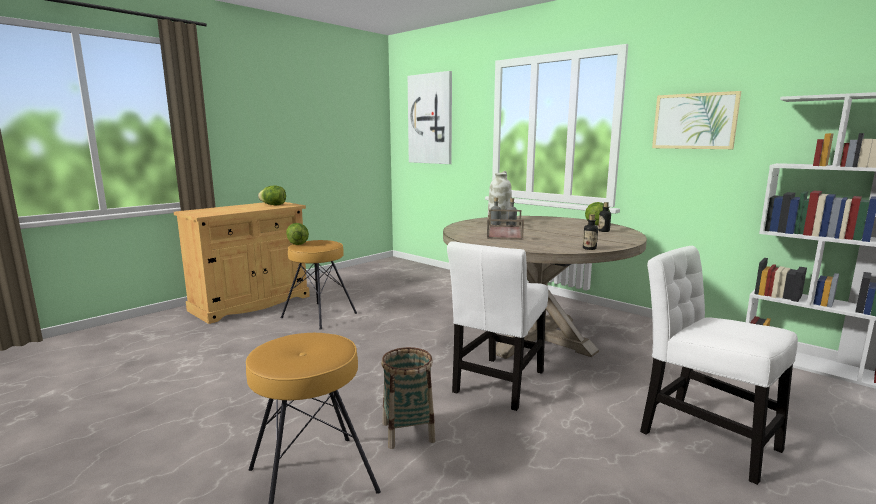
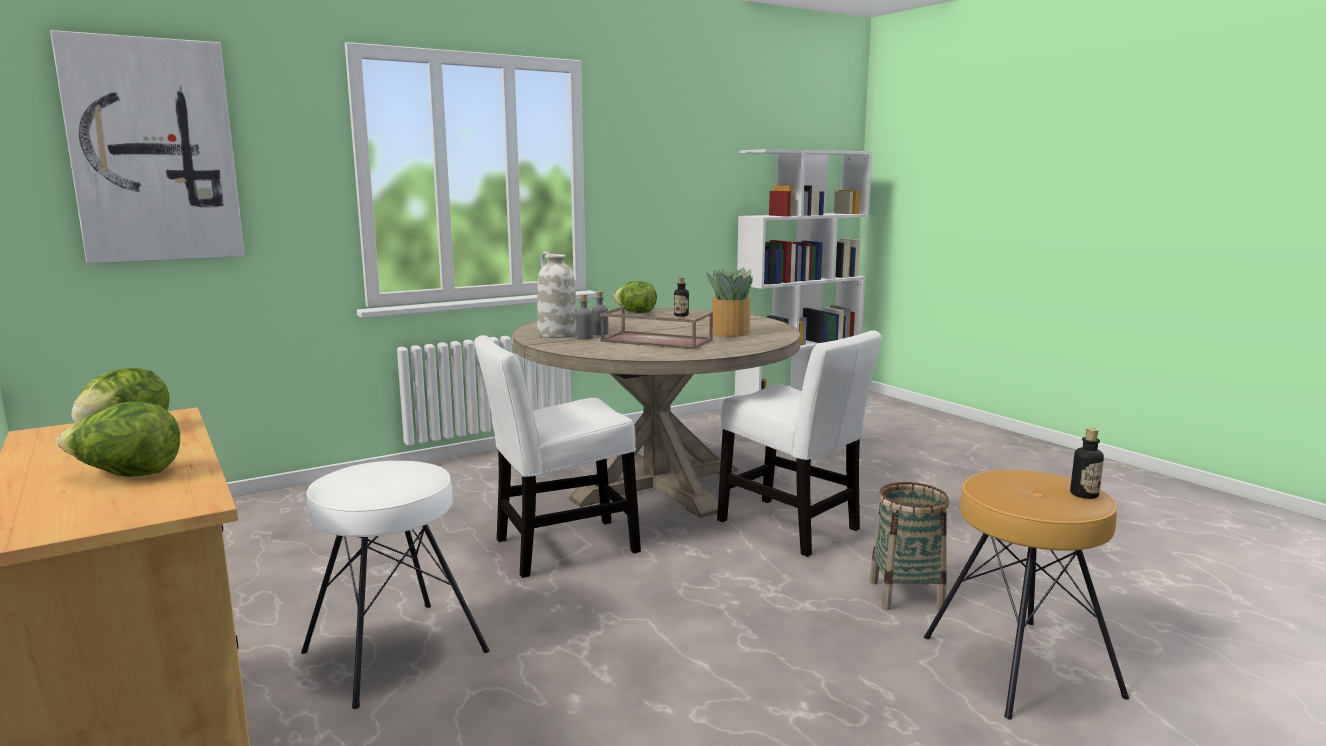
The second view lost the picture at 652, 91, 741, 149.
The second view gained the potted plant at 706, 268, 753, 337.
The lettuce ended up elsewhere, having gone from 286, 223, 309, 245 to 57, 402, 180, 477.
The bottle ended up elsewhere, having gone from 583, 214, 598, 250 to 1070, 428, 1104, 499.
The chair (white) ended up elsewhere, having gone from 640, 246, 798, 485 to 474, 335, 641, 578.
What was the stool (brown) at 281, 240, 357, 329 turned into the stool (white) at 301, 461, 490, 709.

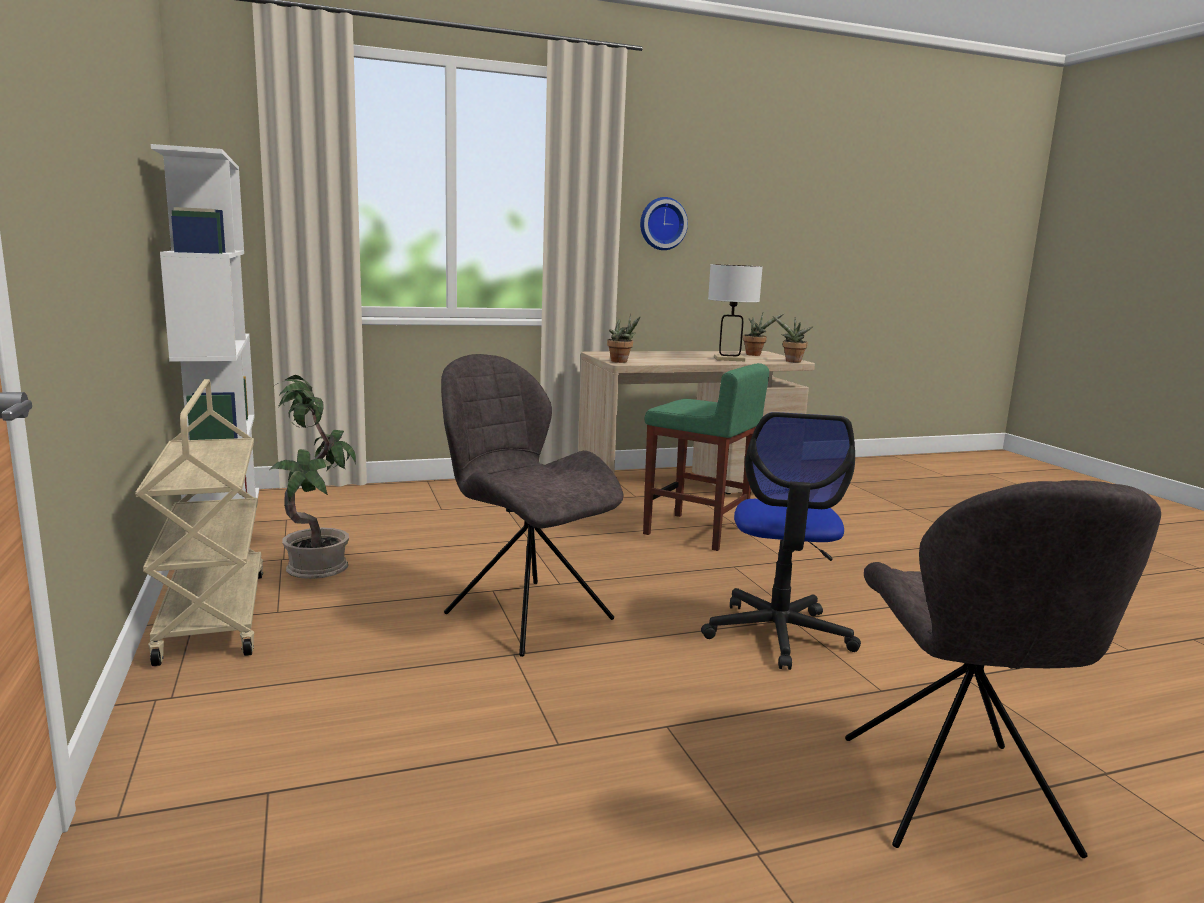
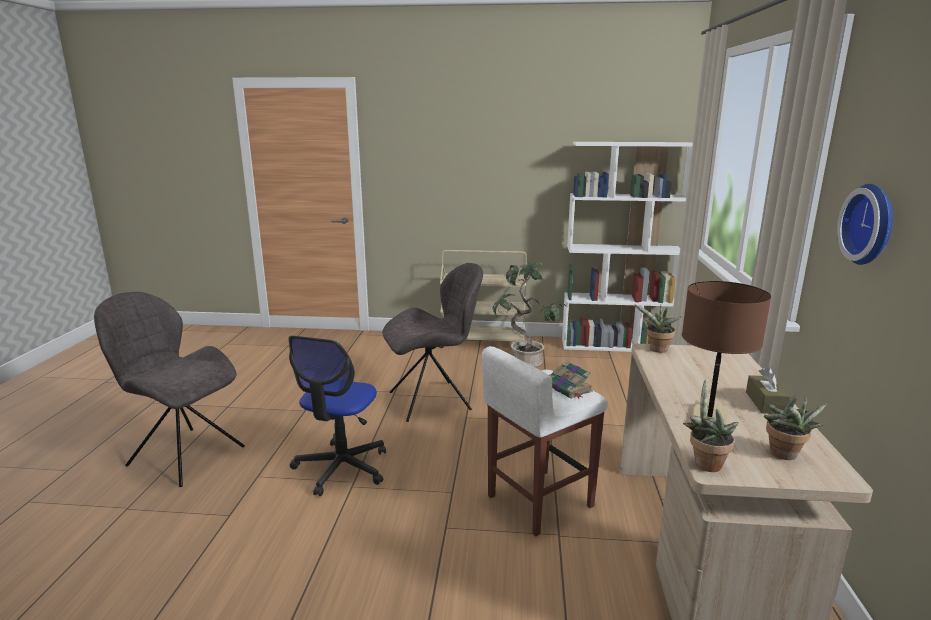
The second view gained the book at 549, 360, 593, 399.
The second view gained the tissue box (brown) at 746, 367, 791, 414.
What was the stool (green) at 643, 363, 769, 551 turned into the stool (white) at 482, 346, 608, 536.
What was the table lamp (white) at 708, 264, 762, 361 turned into the table lamp (brown) at 682, 281, 771, 425.
The office chair at 701, 412, 861, 670 ended up facing another way, 105 degrees counterclockwise from before.

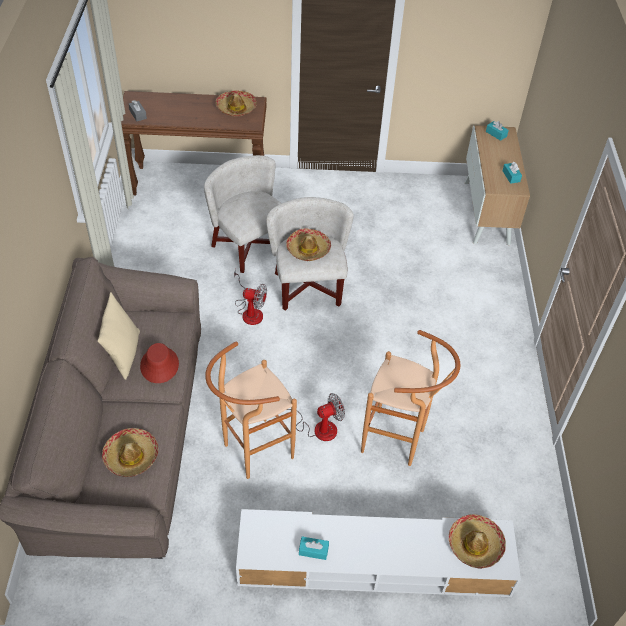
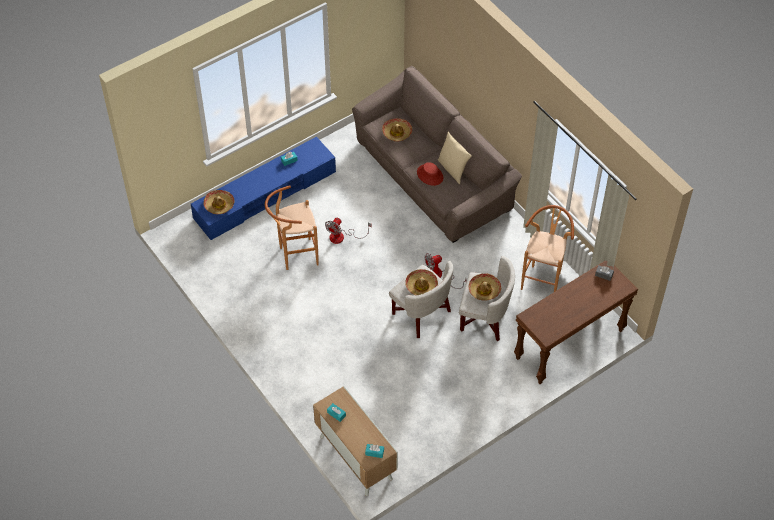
The stool (brown) ended up elsewhere, having gone from 205, 342, 297, 479 to 521, 205, 574, 292.
The hat ended up elsewhere, having gone from 216, 90, 257, 116 to 469, 273, 501, 301.
What was the tv stand (white) at 236, 509, 521, 598 turned into the tv stand (blue) at 191, 137, 336, 240.

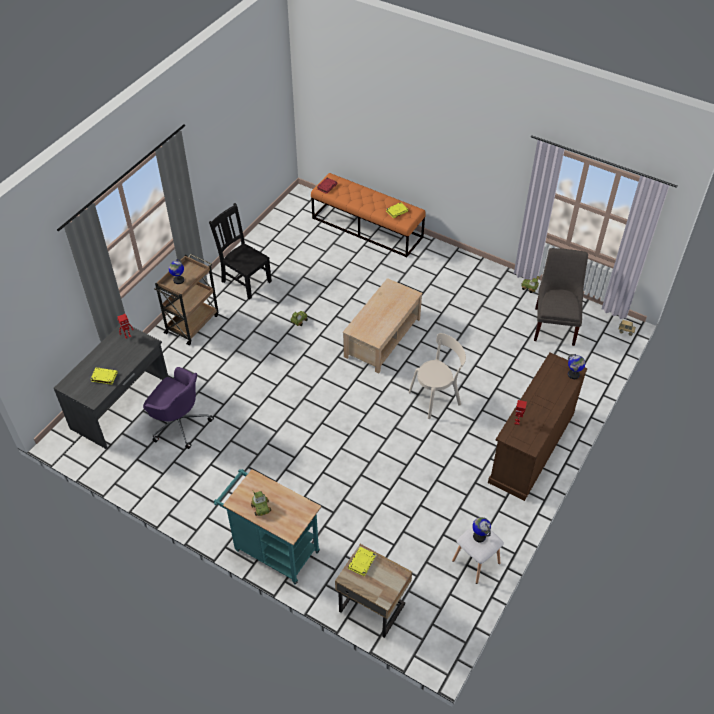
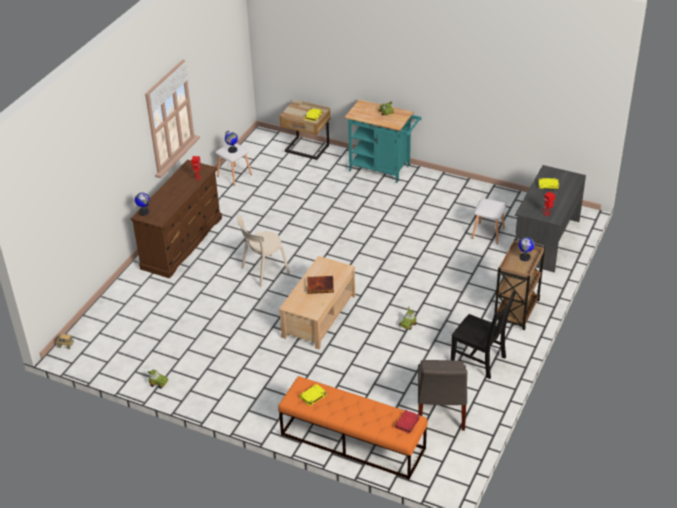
The second view gained the book at 307, 276, 334, 294.
The chair (grey) ended up elsewhere, having gone from 534, 248, 588, 346 to 418, 360, 467, 431.
Where the office chair (purple) stood at 143, 367, 214, 449, the stool (white) came to stand at 472, 198, 506, 244.

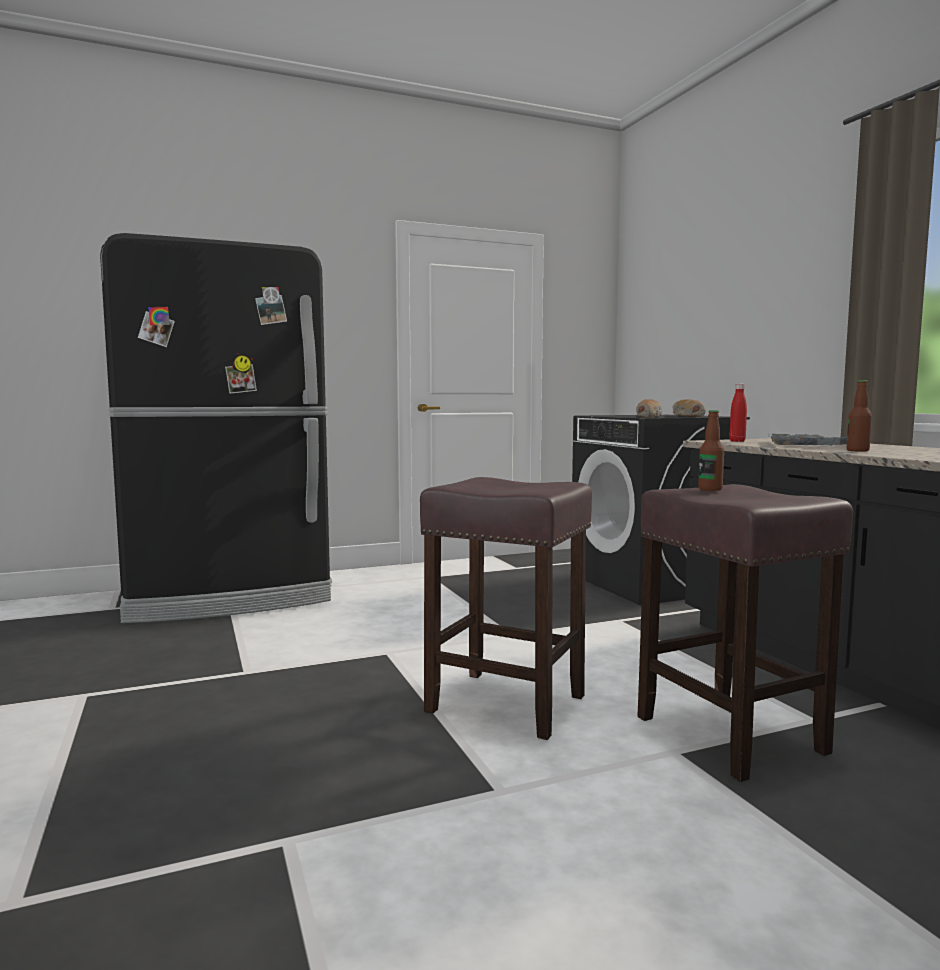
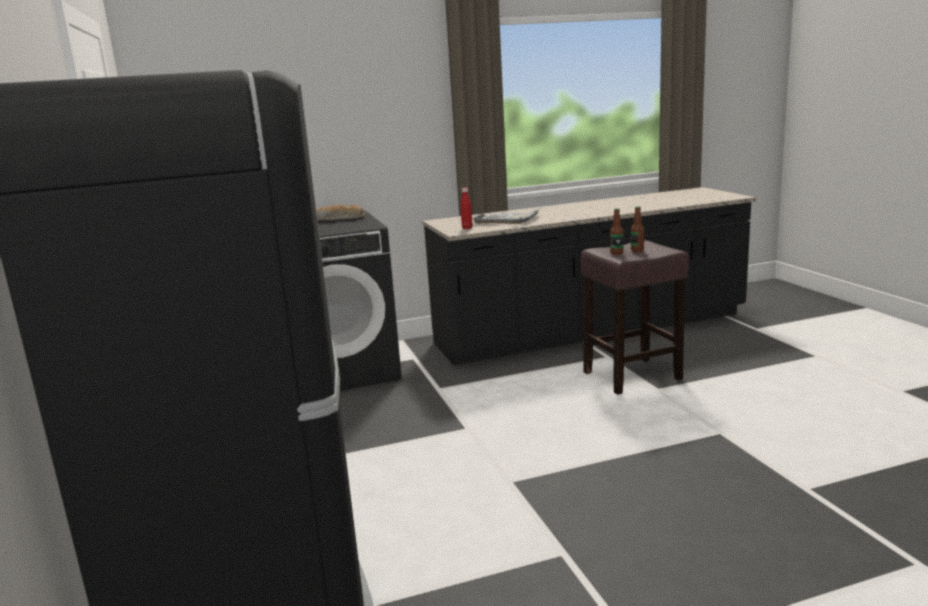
The second view lost the stool (brown) at 420, 477, 592, 740.
The second view lost the bread at 636, 399, 662, 418.
The bottle ended up elsewhere, having gone from 847, 380, 872, 452 to 631, 207, 644, 252.

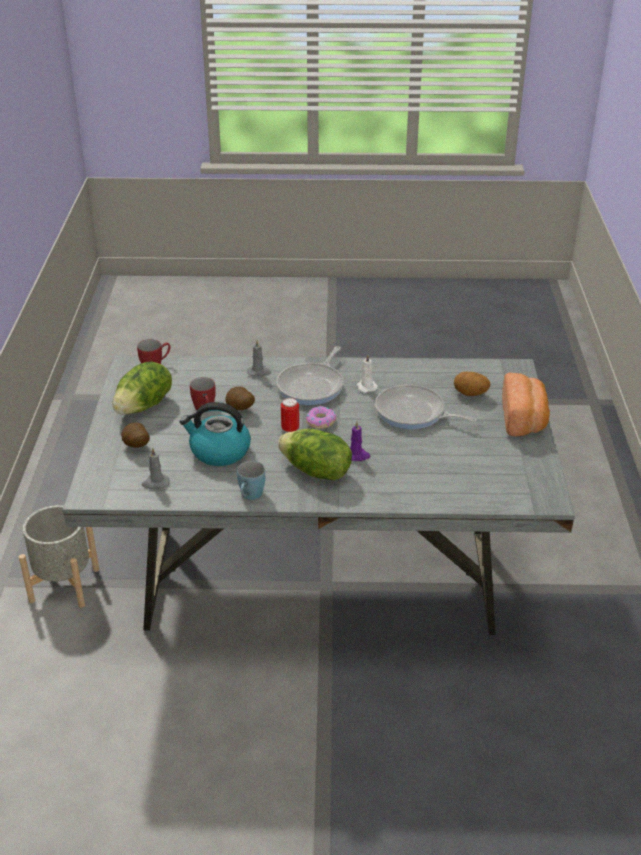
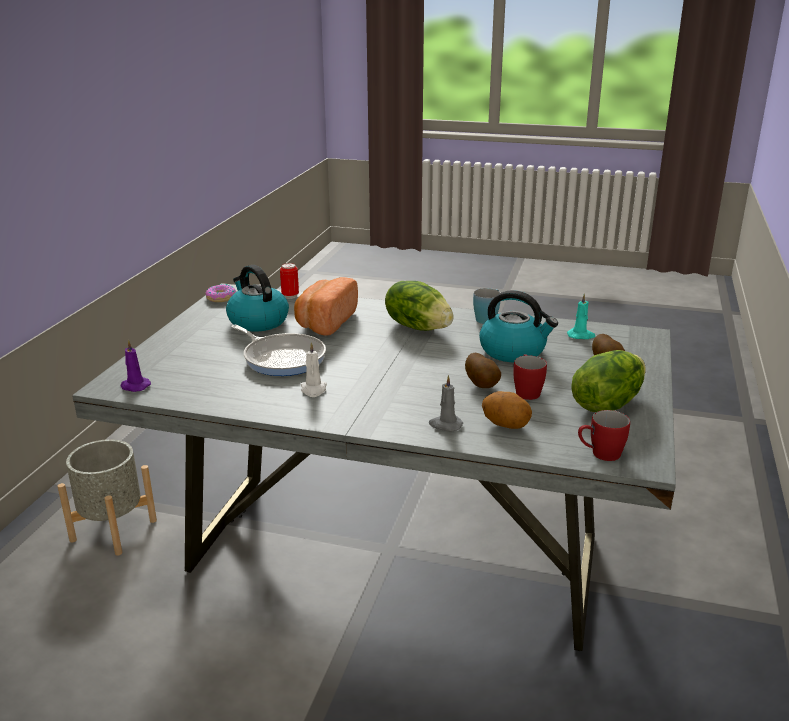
The second view lost the frying pan at 276, 346, 344, 405.
The second view gained the kettle at 226, 265, 289, 332.
The planter (grey) ended up elsewhere, having gone from 19, 505, 99, 608 to 58, 439, 157, 556.
The can ended up elsewhere, having gone from 281, 398, 299, 433 to 280, 263, 299, 299.
The donut ended up elsewhere, having gone from 306, 406, 337, 429 to 205, 284, 236, 302.
The candle (purple) ended up elsewhere, having gone from 350, 421, 371, 461 to 120, 340, 151, 392.
The potato ended up elsewhere, having gone from 454, 372, 490, 396 to 482, 391, 532, 429.
The bread ended up elsewhere, having gone from 502, 373, 550, 436 to 294, 277, 358, 336.
What was the candle (grey) at 142, 447, 169, 489 turned into the candle (turquoise) at 567, 293, 595, 339.

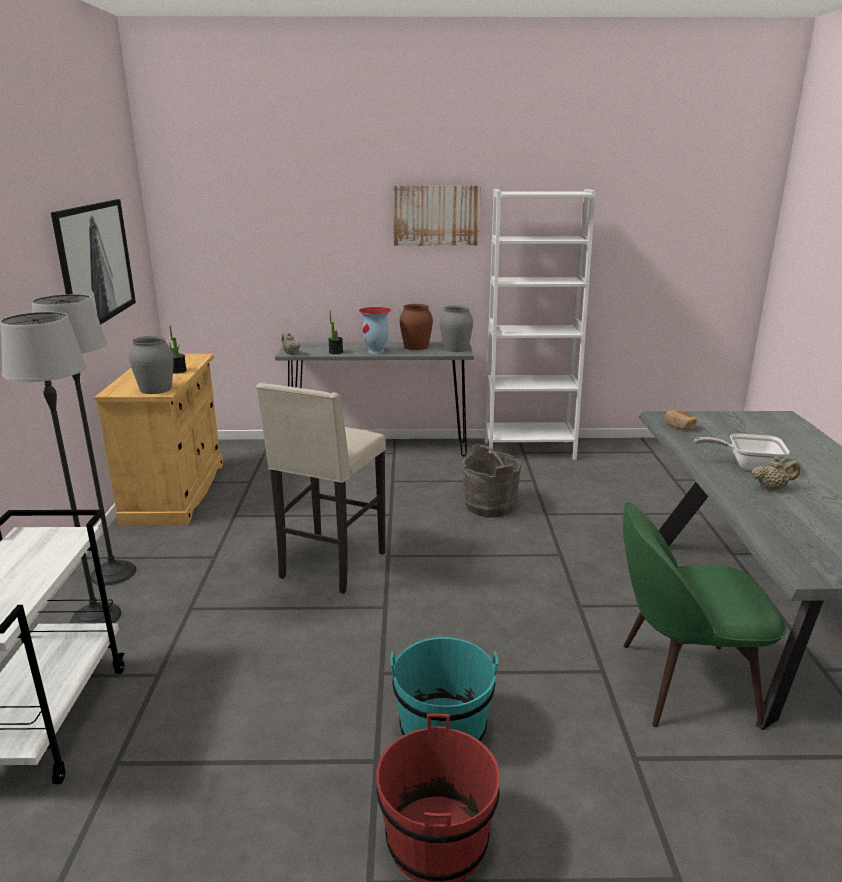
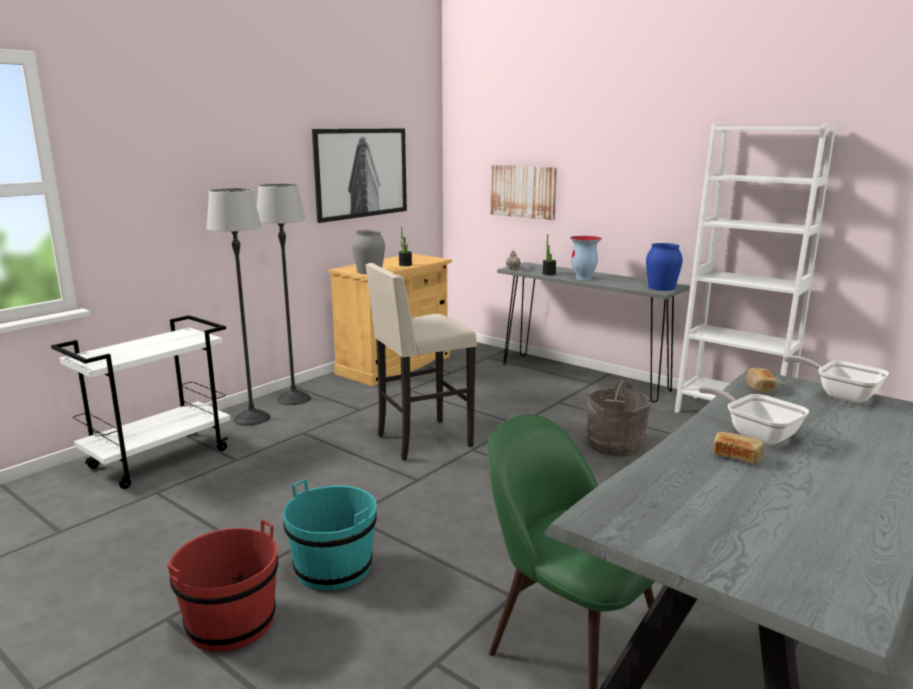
The second view lost the vase (brown) at 400, 304, 433, 350.
The second view gained the frying pan at 784, 356, 889, 403.
The picture ended up elsewhere, having gone from 393, 185, 481, 246 to 491, 165, 557, 220.
Where the teapot (beige) stood at 751, 457, 800, 490, the bread came to stand at 713, 432, 764, 464.
What was the vase (grey) at 440, 305, 473, 352 turned into the vase (blue) at 646, 243, 683, 291.

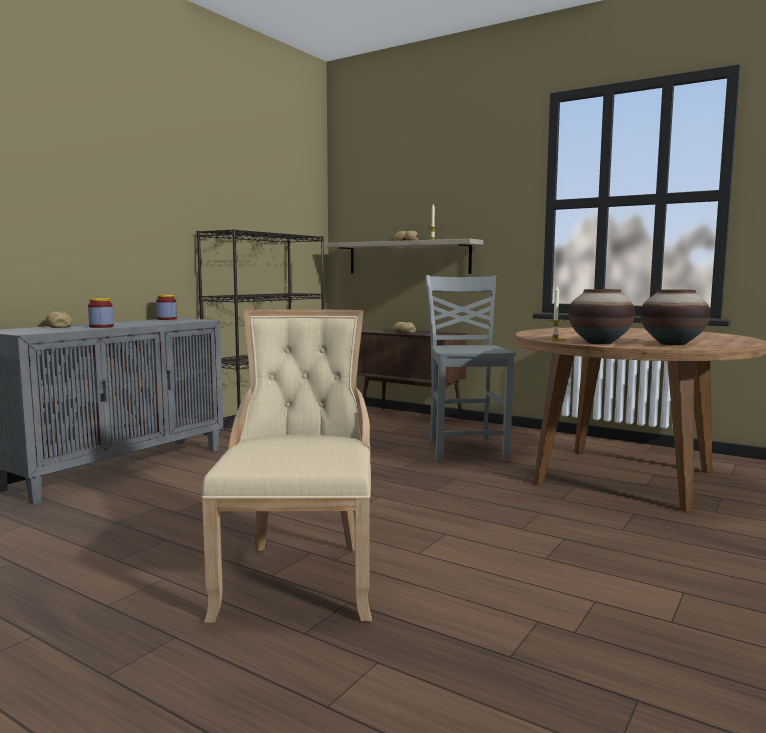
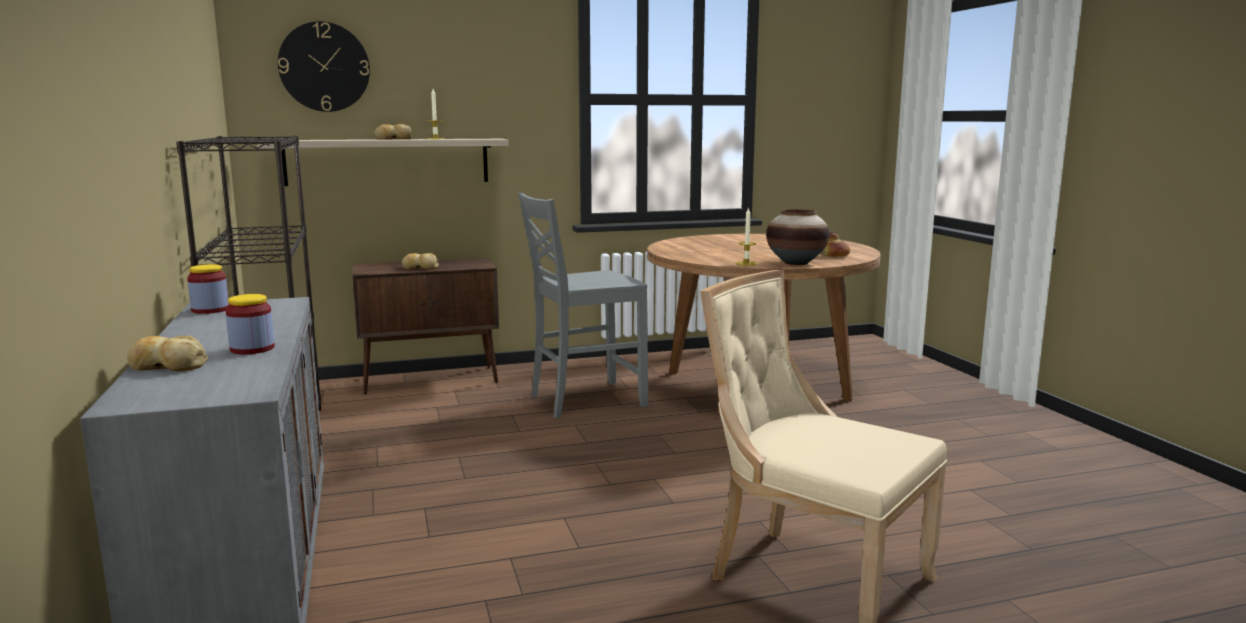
The second view gained the wall clock at 278, 21, 370, 112.
Where the vase stood at 640, 289, 711, 346, the bread came to stand at 821, 231, 850, 256.
The chair (grey) at 425, 275, 516, 462 ended up facing another way, 60 degrees counterclockwise from before.

